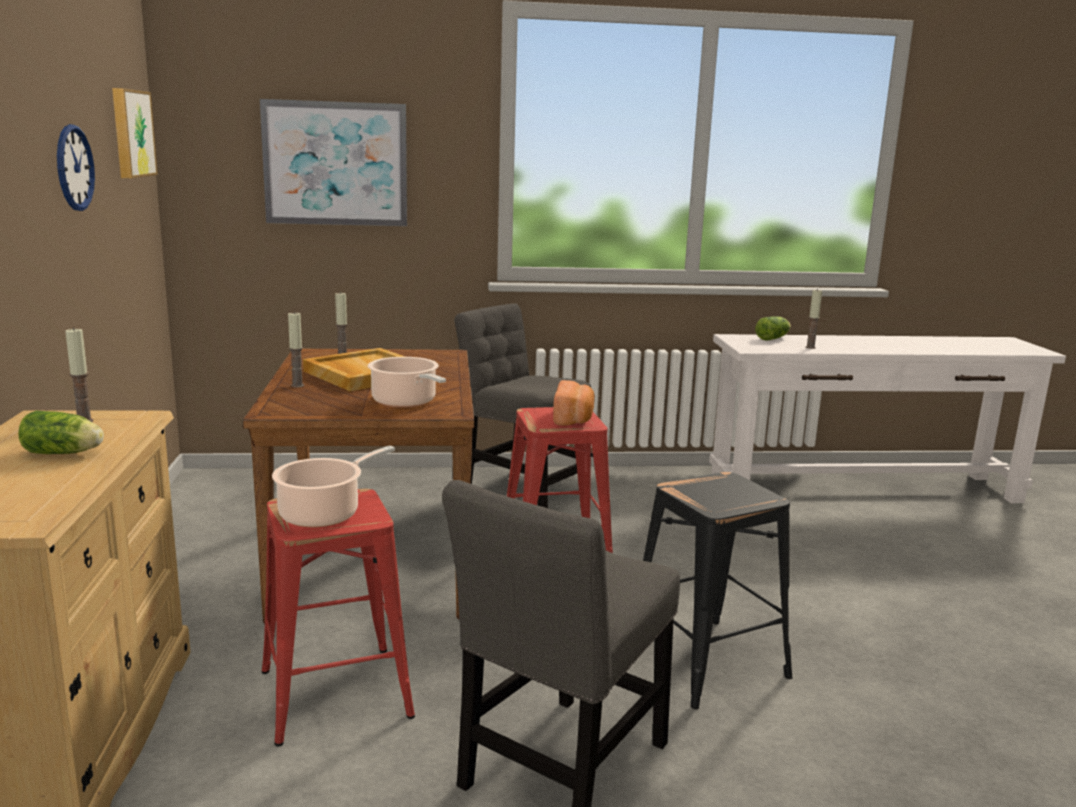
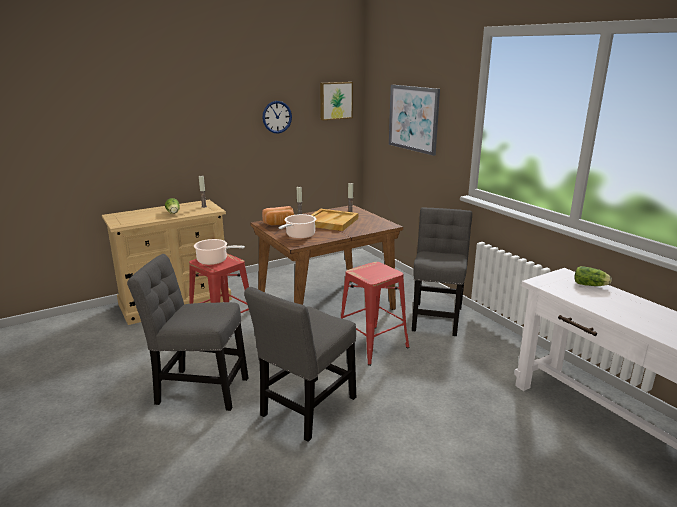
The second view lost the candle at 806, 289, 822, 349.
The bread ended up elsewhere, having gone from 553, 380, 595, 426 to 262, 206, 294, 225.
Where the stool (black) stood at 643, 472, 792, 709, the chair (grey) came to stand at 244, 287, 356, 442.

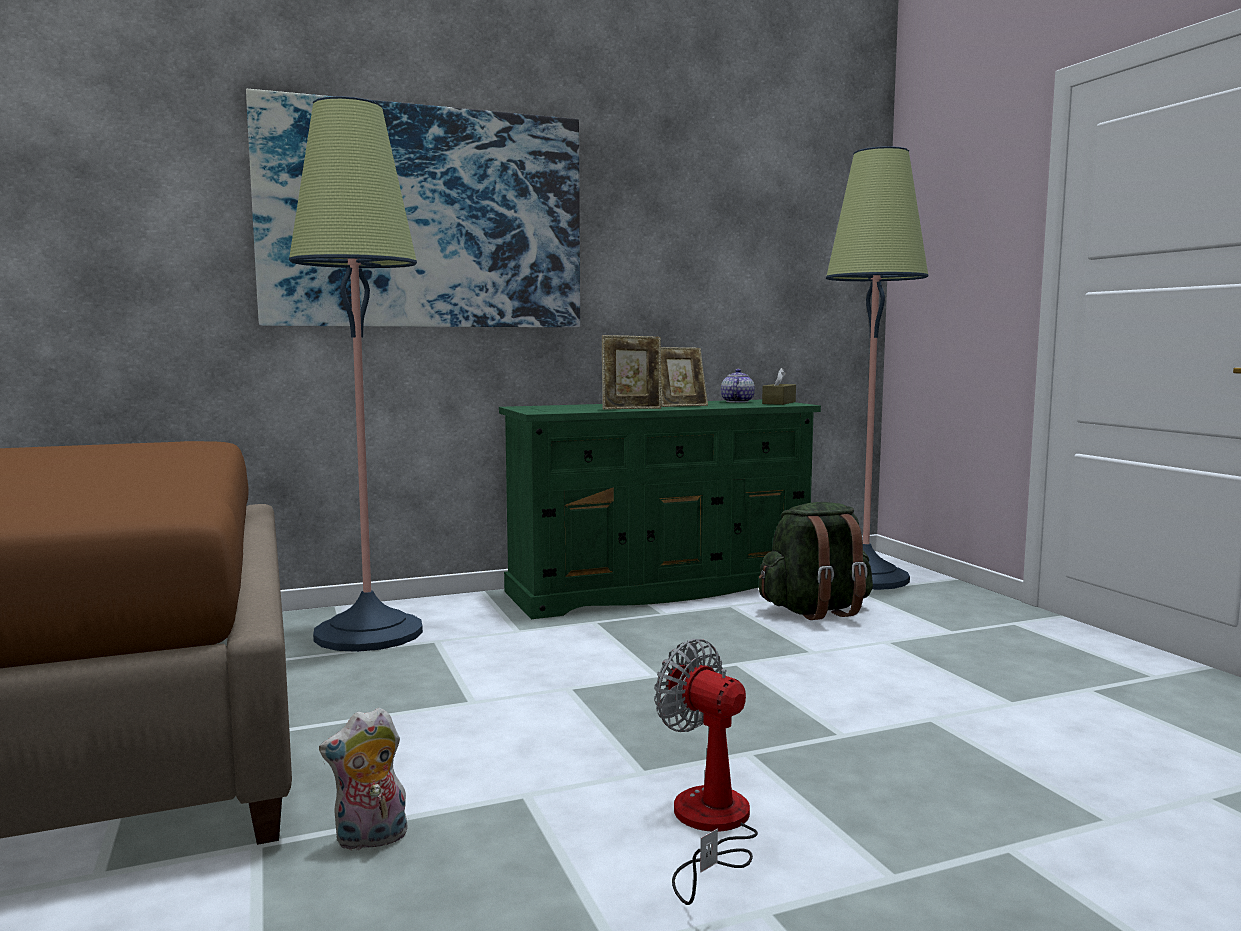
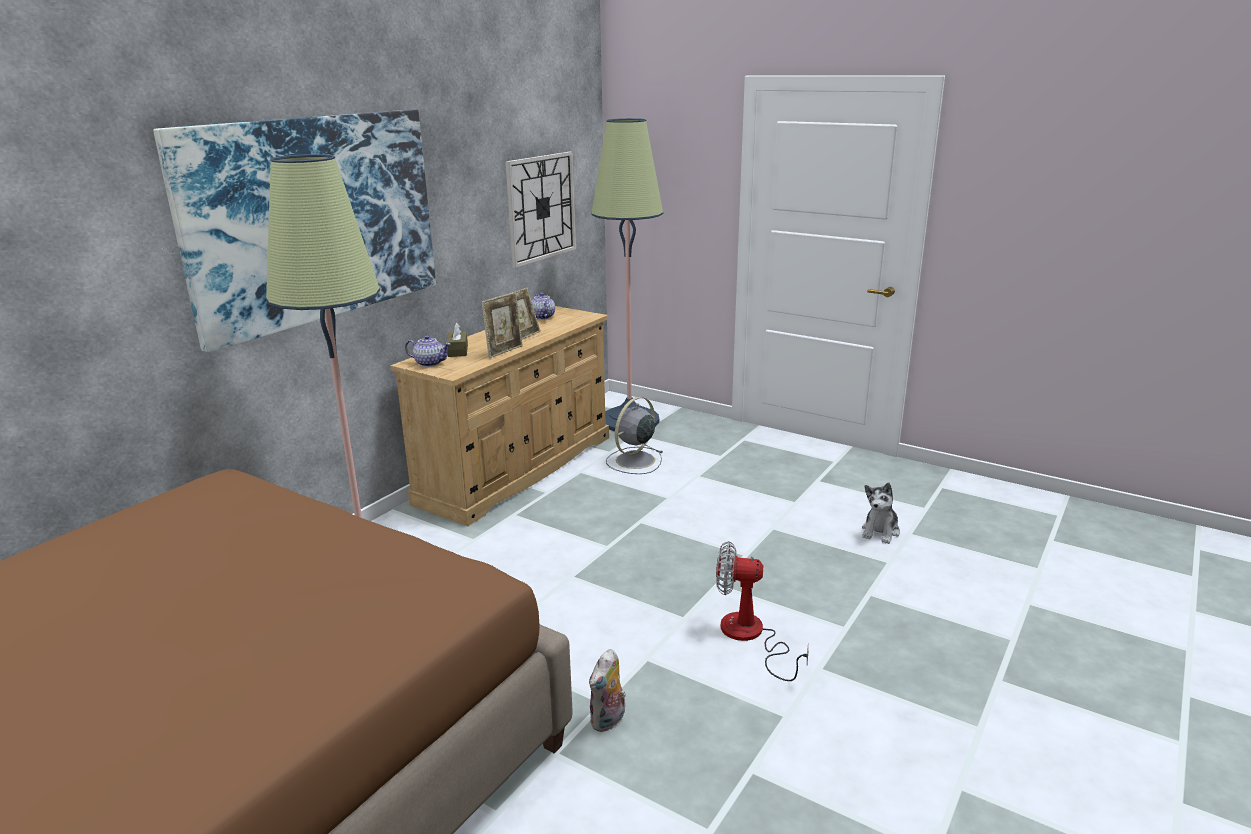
The second view gained the teapot at 405, 335, 451, 367.
The second view gained the wall clock at 505, 152, 576, 268.
The second view gained the plush toy at 862, 482, 900, 544.
The tissue box (brown) ended up elsewhere, having gone from 762, 368, 796, 405 to 446, 323, 468, 357.
Where the backpack (green) stood at 759, 502, 873, 620, the fan (grey) came to stand at 606, 397, 662, 474.
What was the dresser (green) at 499, 400, 821, 619 turned into the dresser (beige) at 390, 306, 609, 526.

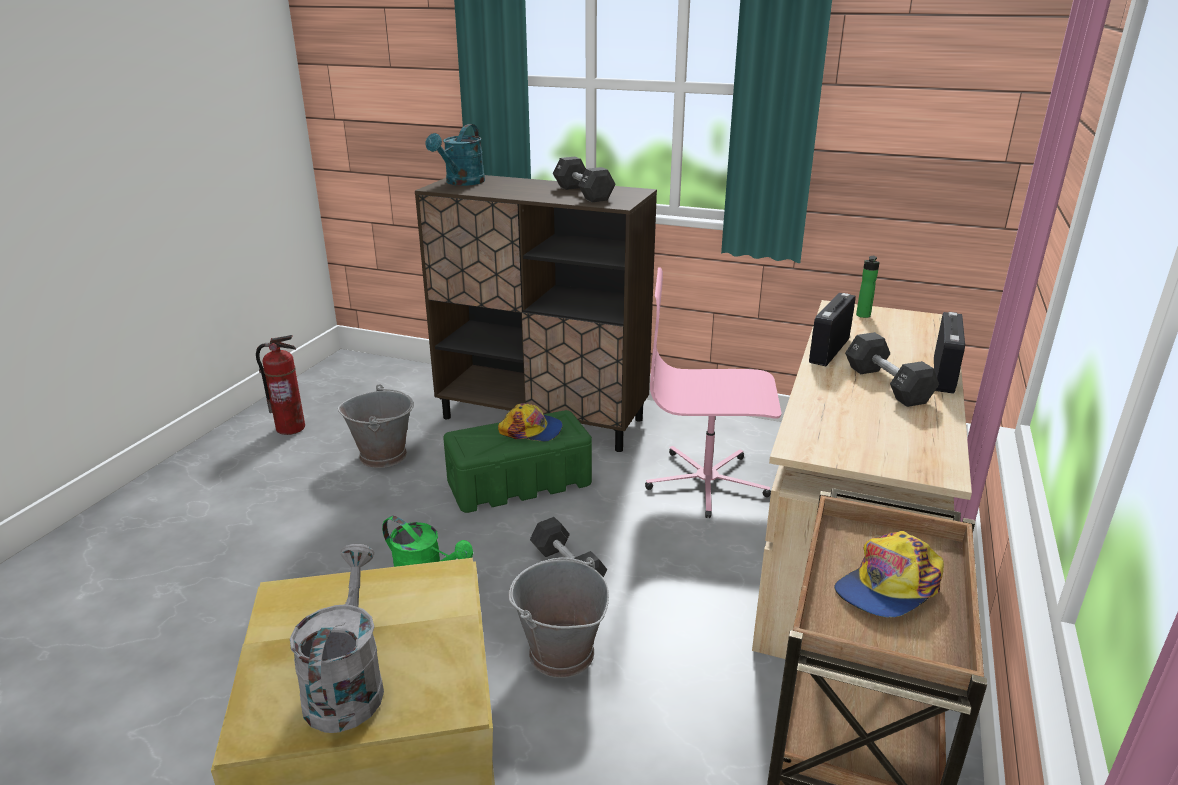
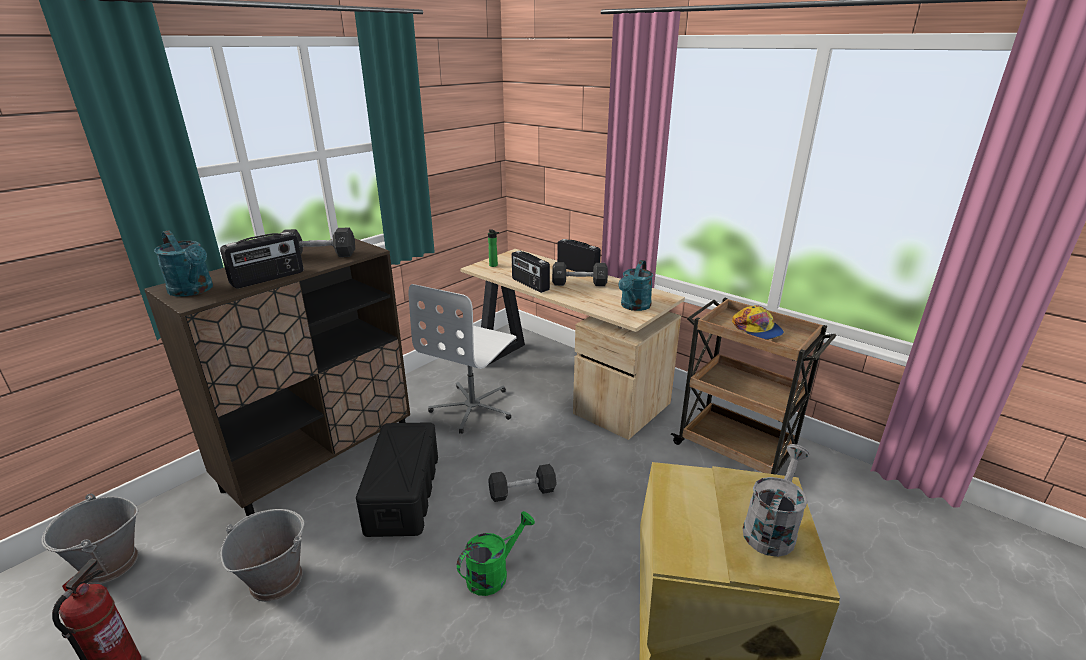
The second view lost the cap at 498, 403, 563, 442.
The second view gained the radio at 220, 232, 304, 289.
The second view gained the watering can (turquoise) at 619, 260, 653, 311.
The bucket (grey) ended up elsewhere, having gone from 508, 557, 609, 678 to 42, 494, 138, 584.
What was the storage box (green) at 443, 410, 592, 513 turned into the storage box (black) at 356, 422, 438, 537.
What was the office chair (pink) at 645, 267, 781, 518 turned into the office chair (white) at 409, 284, 516, 434.
The watering can (grey) at 290, 544, 384, 733 ended up facing another way, 105 degrees clockwise from before.

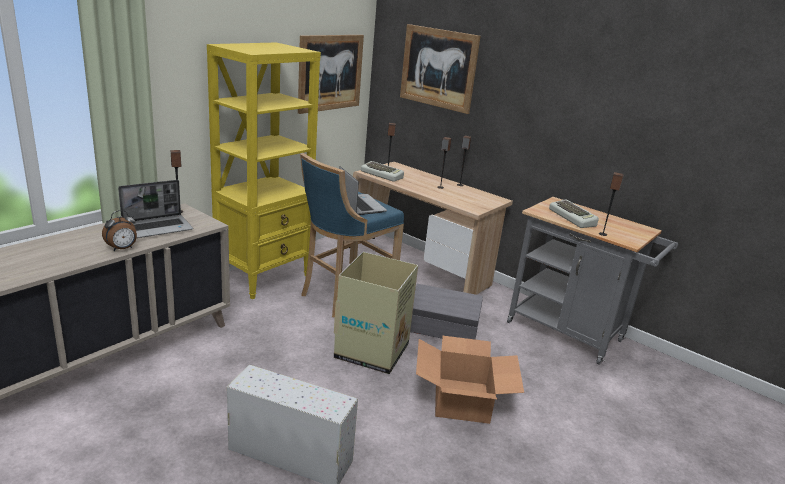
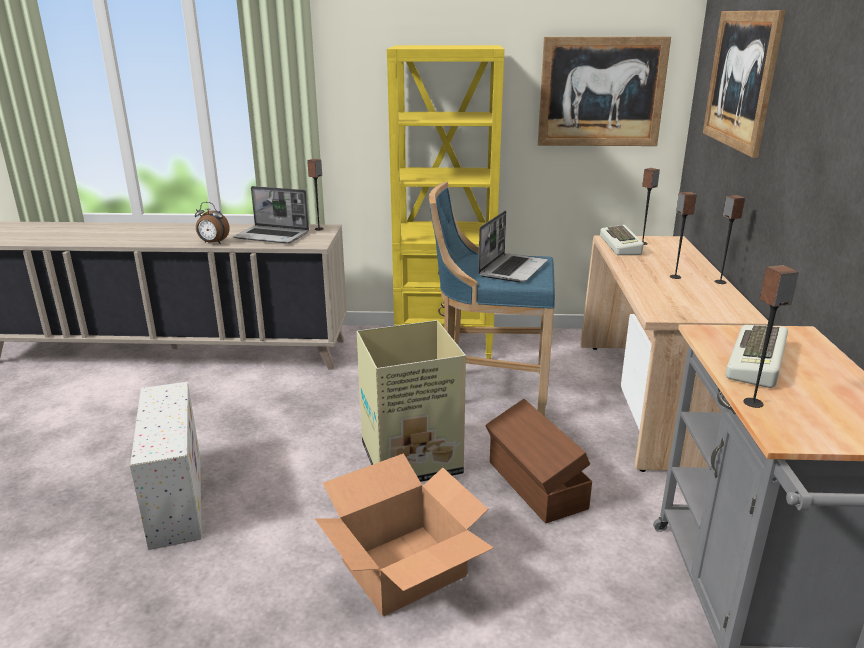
What was the storage box (grey) at 410, 284, 483, 339 turned into the storage box (brown) at 485, 399, 592, 523.

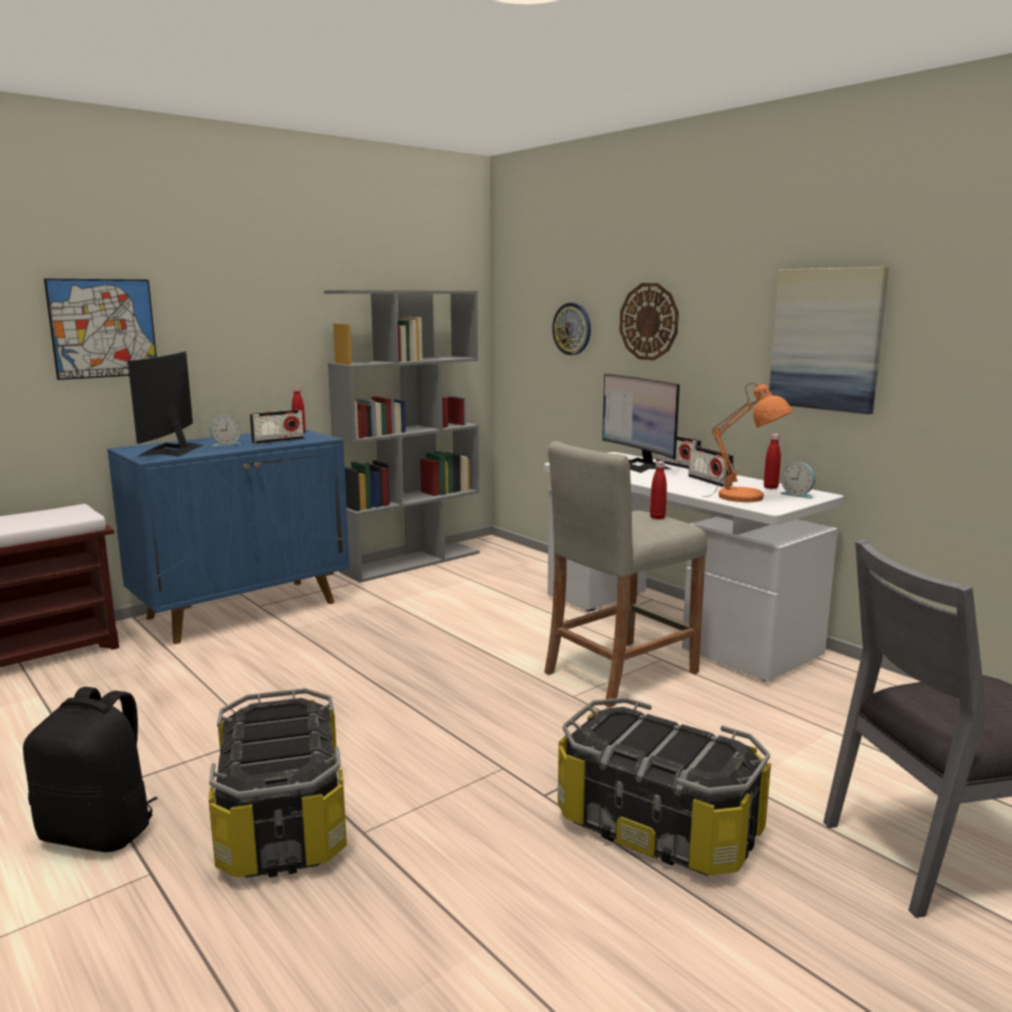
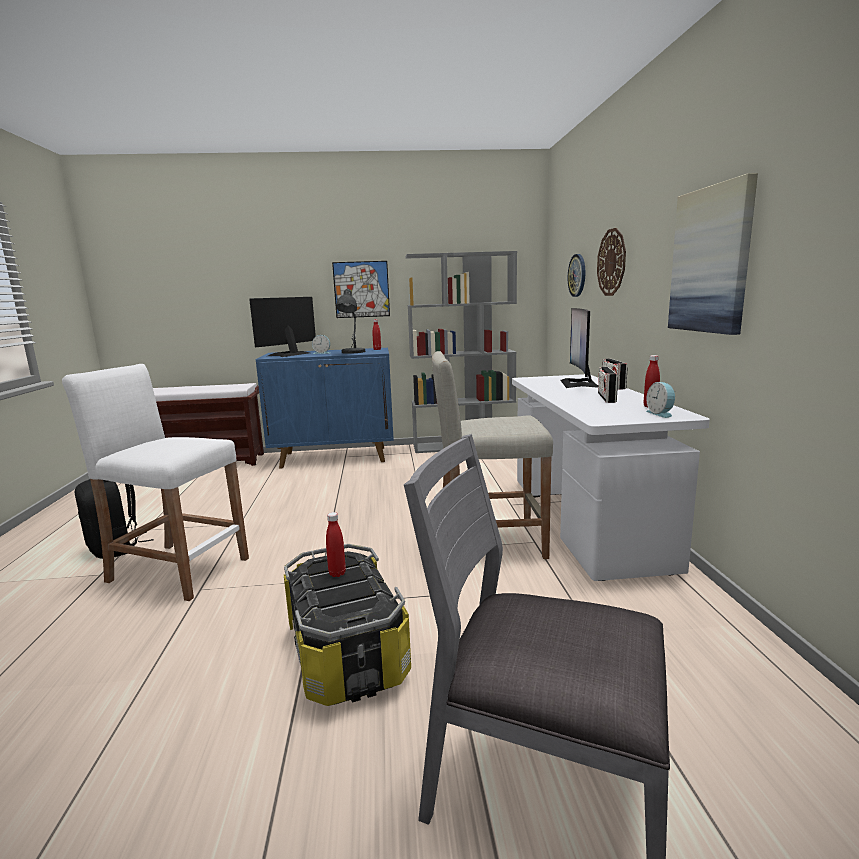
The second view lost the table lamp (orange) at 703, 384, 793, 502.
The picture ended up elsewhere, having gone from 44, 278, 157, 380 to 332, 261, 390, 318.
The bottle (red) ended up elsewhere, having gone from 650, 461, 667, 519 to 326, 512, 346, 577.
Where the storage box stood at 208, 688, 347, 878, the stool (white) came to stand at 62, 364, 249, 601.
Where the radio stood at 250, 410, 304, 444, the table lamp (grey) came to stand at 336, 289, 366, 354.

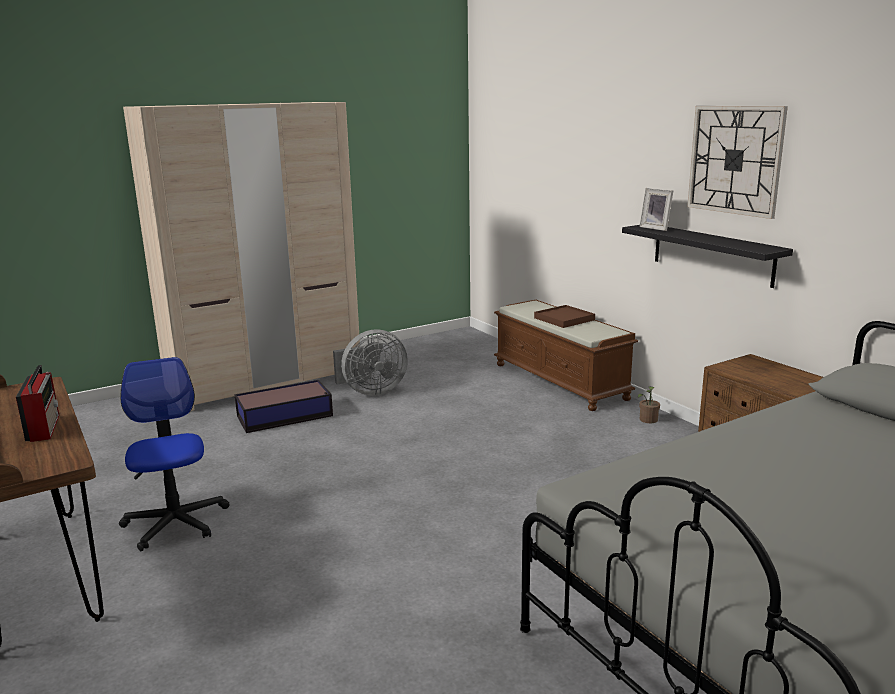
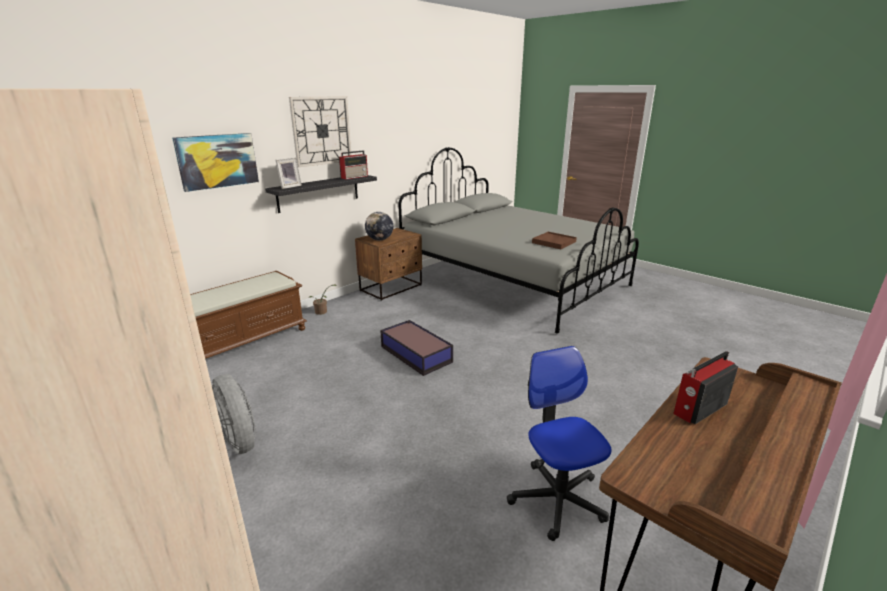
The second view gained the picture at 172, 133, 259, 192.
The second view gained the radio at 339, 150, 368, 179.
The second view gained the globe at 365, 212, 393, 240.
The storage box ended up elsewhere, having gone from 234, 380, 333, 433 to 380, 320, 453, 376.
The tray (brown) ended up elsewhere, having gone from 534, 305, 595, 328 to 532, 232, 577, 249.
The office chair at 119, 357, 229, 551 ended up facing another way, 105 degrees clockwise from before.

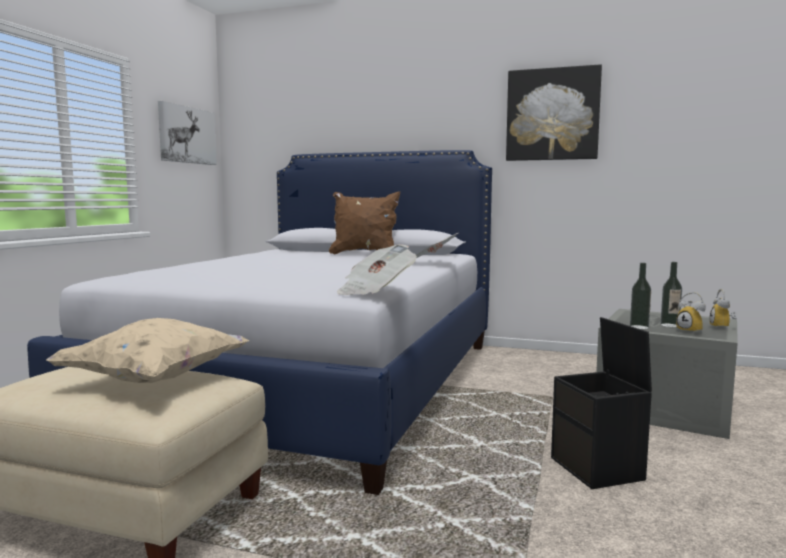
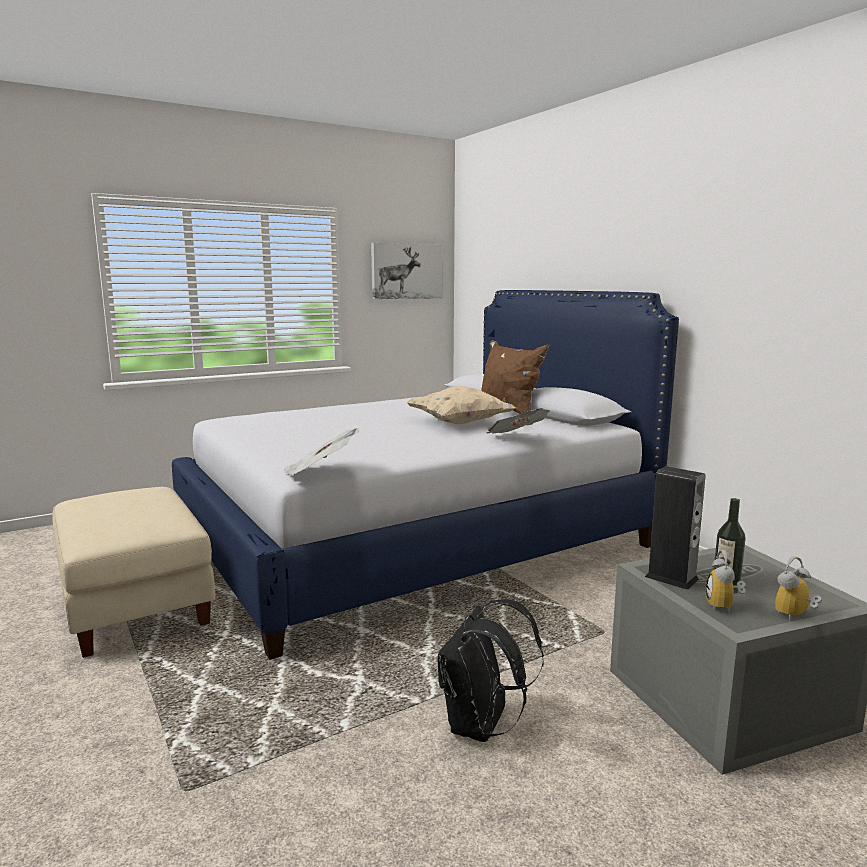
The second view lost the picture at 506, 64, 602, 161.
The pillow (beige) ended up elsewhere, having gone from 46, 318, 249, 383 to 406, 386, 516, 424.
Where the storage box (black) stood at 551, 317, 652, 489, the backpack (black) came to stand at 437, 599, 544, 742.
Where the bottle stood at 630, 263, 651, 329, the speaker came to stand at 645, 466, 705, 590.

